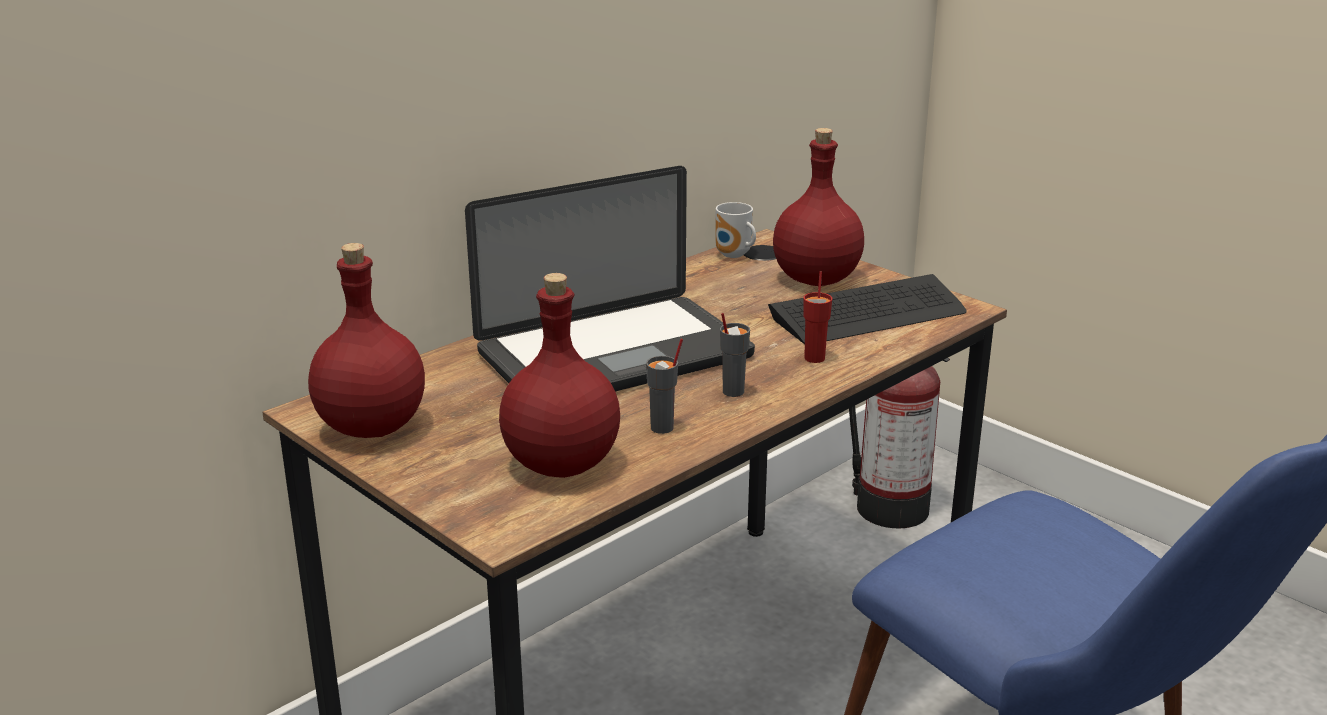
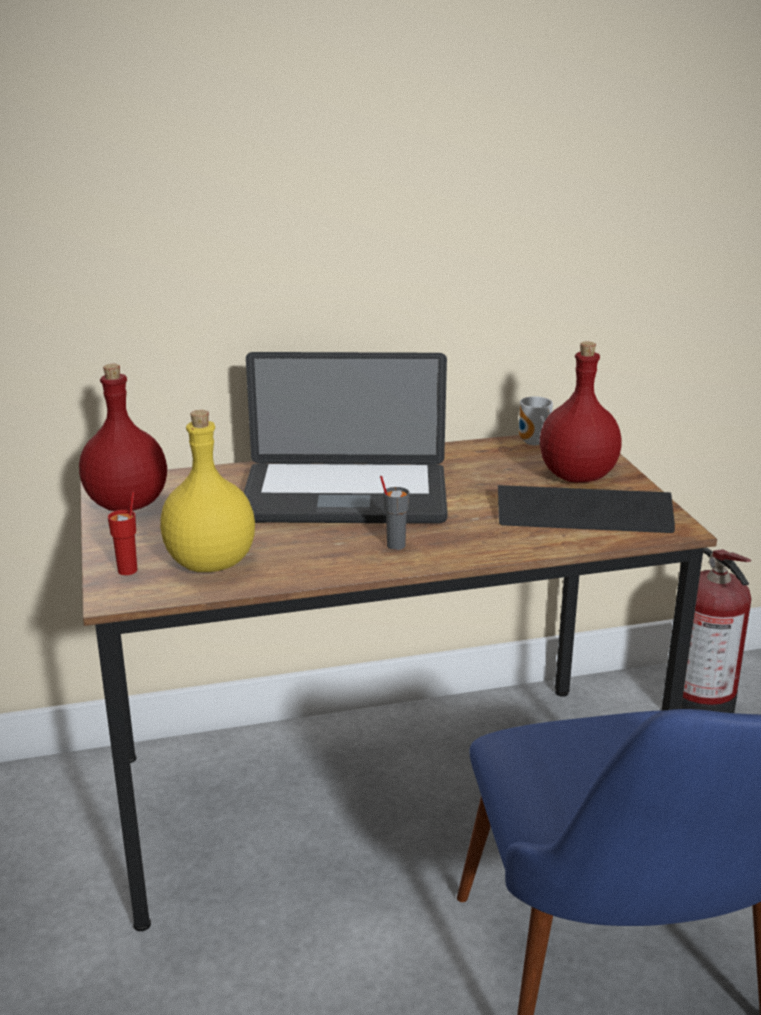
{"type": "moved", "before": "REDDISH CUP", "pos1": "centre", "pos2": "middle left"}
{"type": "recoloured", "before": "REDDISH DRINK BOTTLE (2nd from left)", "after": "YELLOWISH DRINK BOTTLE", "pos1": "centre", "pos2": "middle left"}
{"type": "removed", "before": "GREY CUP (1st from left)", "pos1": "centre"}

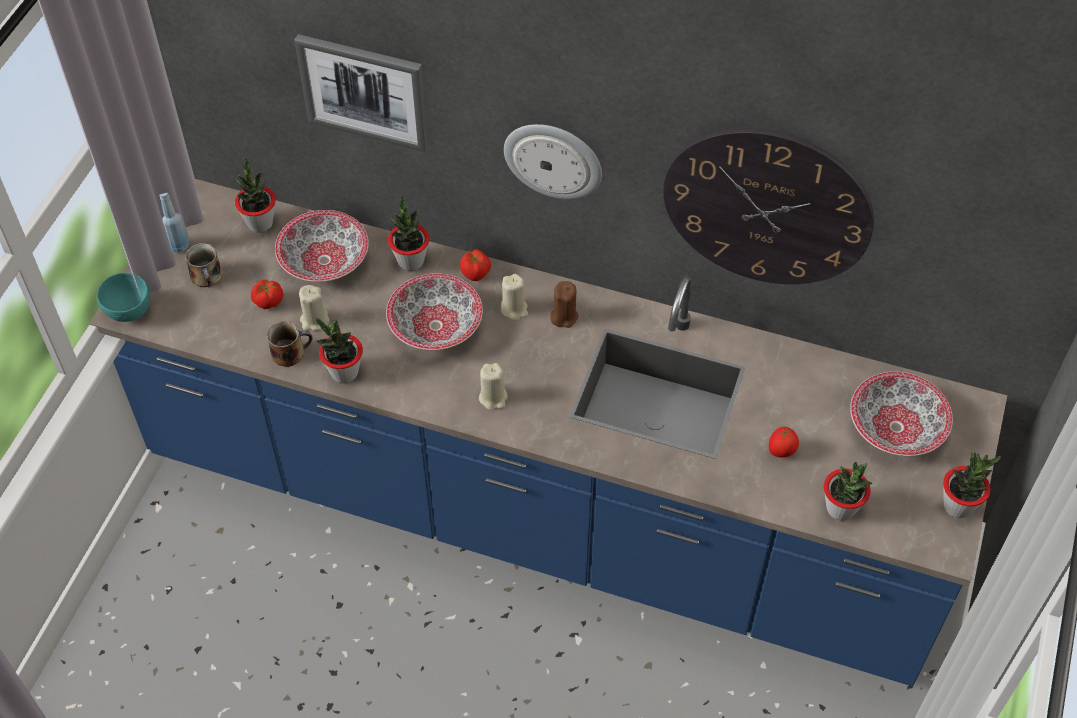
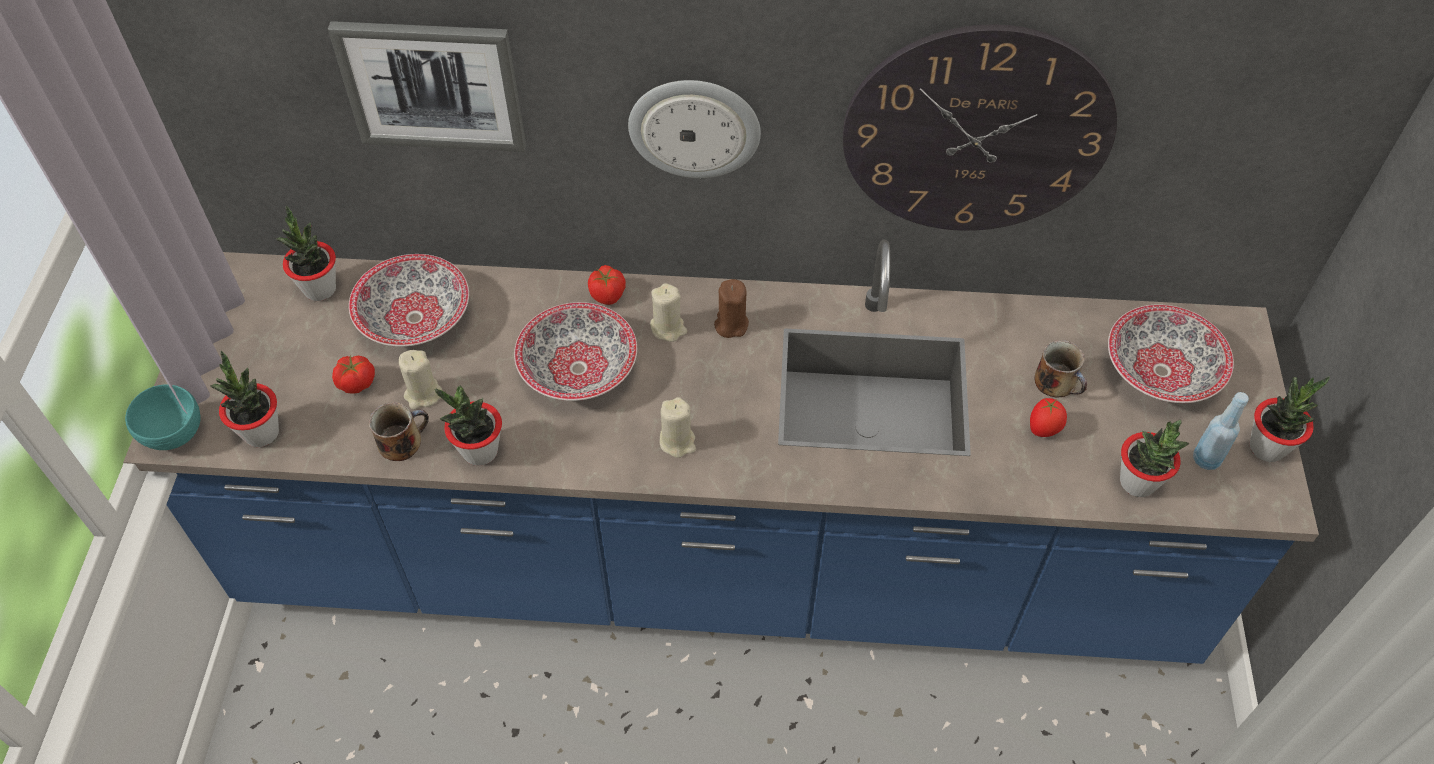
{"type": "moved", "before": "POTTED PLANT (3rd from left in the first image)", "after": "POTTED PLANT (1st from left)", "pos1": "top centre", "pos2": "middle left"}
{"type": "moved", "before": "TEA MUG (1st from left in the first image)", "after": "TEA MUG (2nd from left)", "pos1": "middle left", "pos2": "middle right"}
{"type": "moved", "before": "BLUISH DRINK BOTTLE", "pos1": "top left", "pos2": "middle right"}

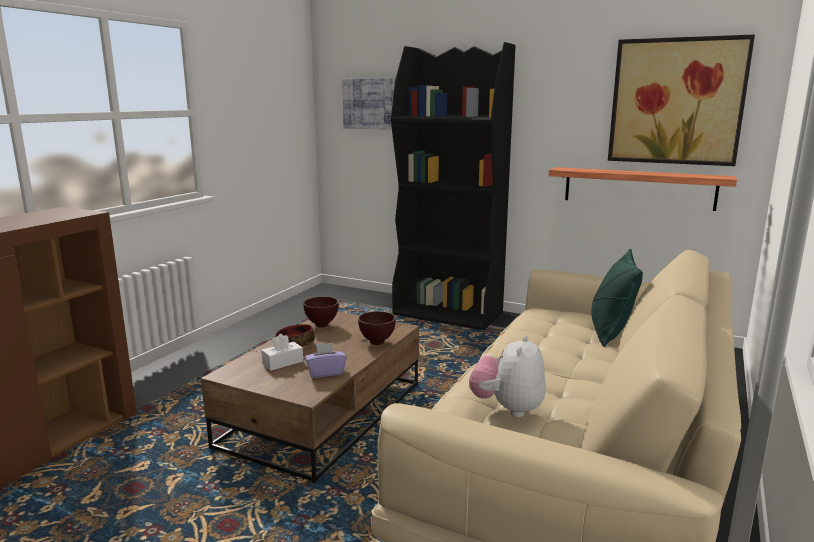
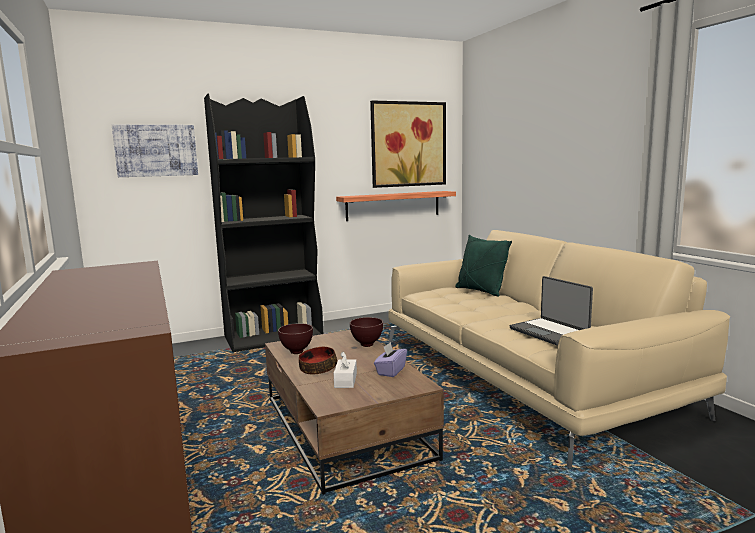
{"type": "replaced", "before": "PLUSH TOY", "after": "PORTABLE COMPUTER", "pos1": "bottom centre", "pos2": "middle right"}

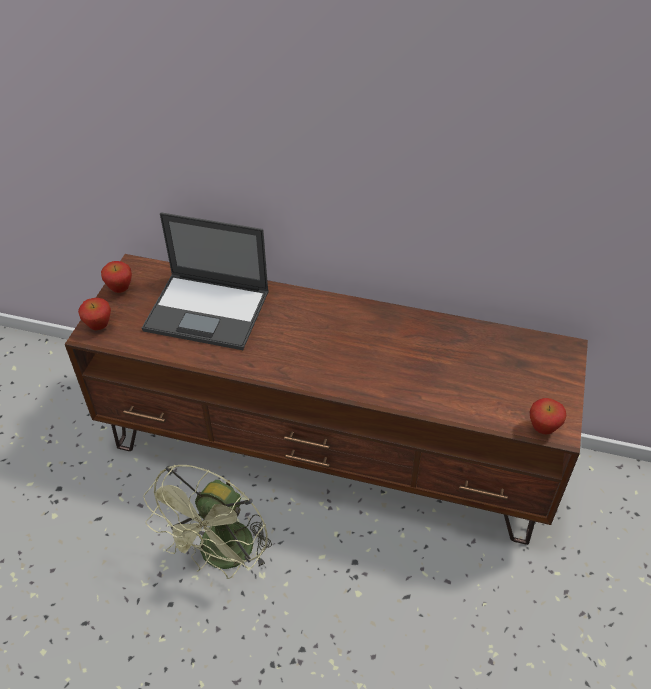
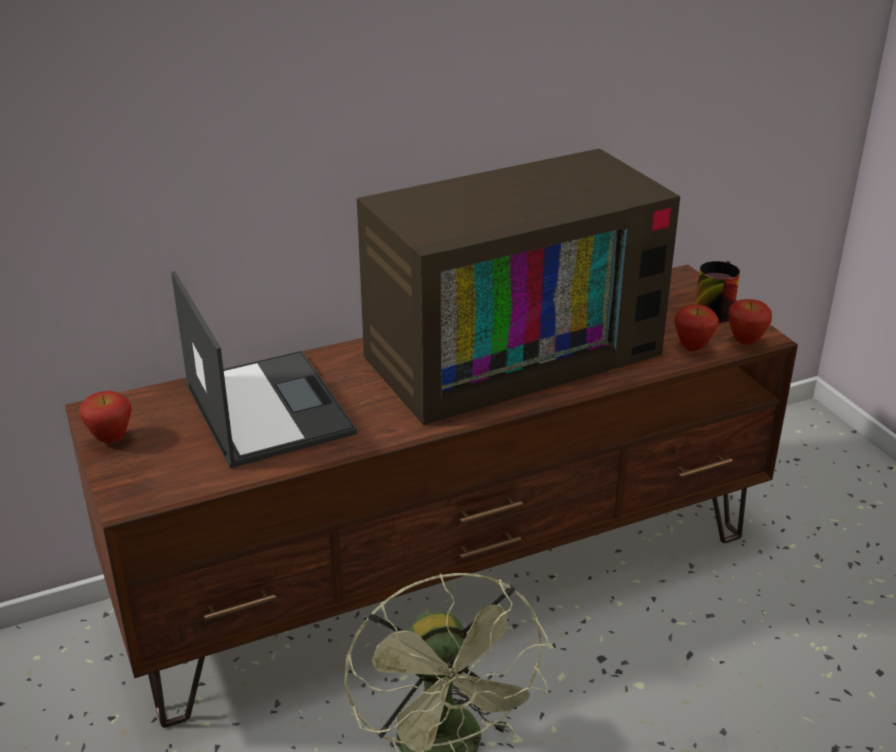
{"type": "turned", "before": "PORTABLE COMPUTER", "pos1": "middle left", "pos2": "middle left", "turn": -90}
{"type": "added", "after": "TV SET", "pos2": "centre"}
{"type": "moved", "before": "WHOLE APPLE (1st from left in the first image)", "after": "WHOLE APPLE (2nd from left)", "pos1": "middle left", "pos2": "middle right"}
{"type": "added", "after": "TEA MUG", "pos2": "middle right"}

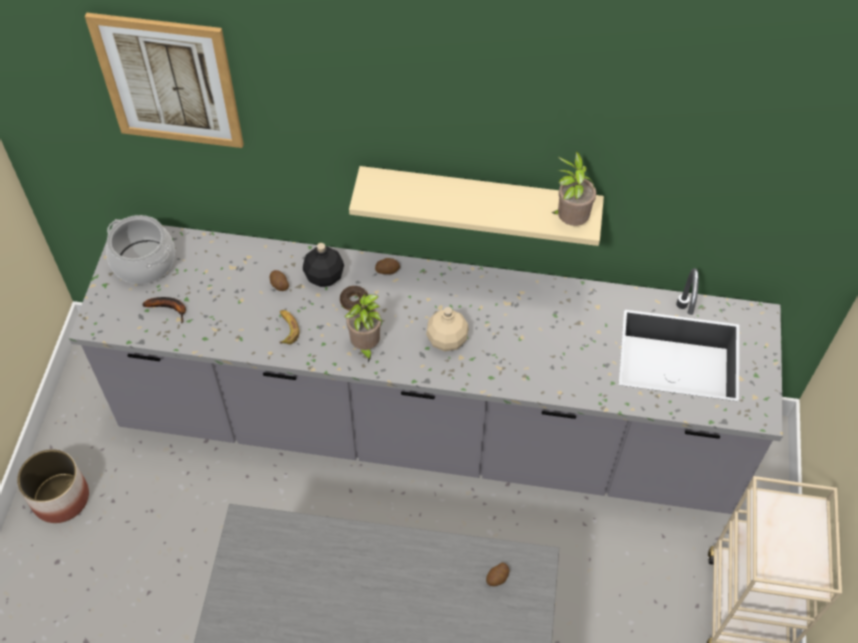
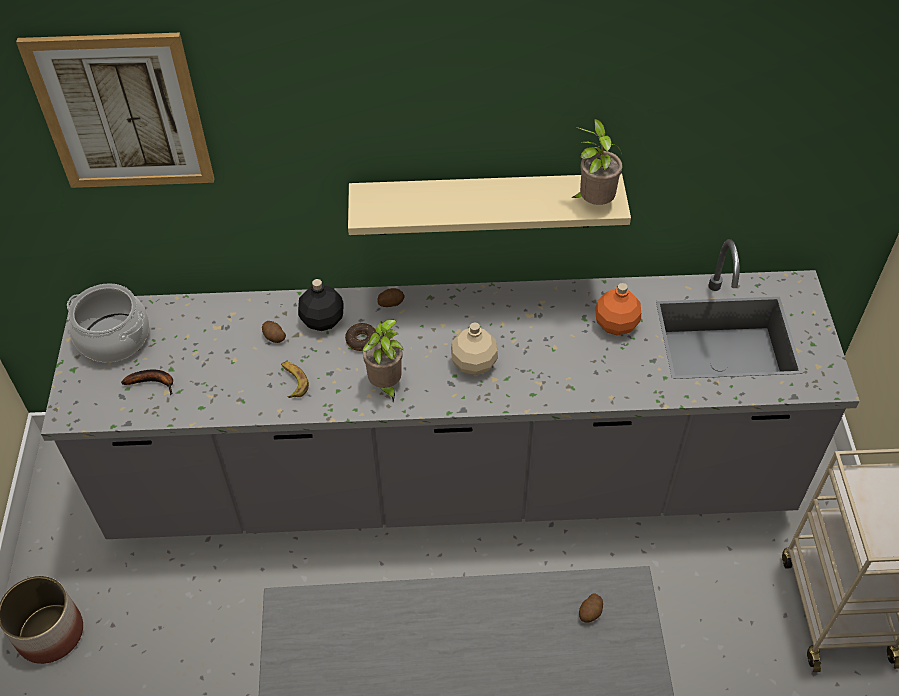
{"type": "added", "after": "ORANGE-COLOURED DRINK BOTTLE", "pos2": "middle right"}

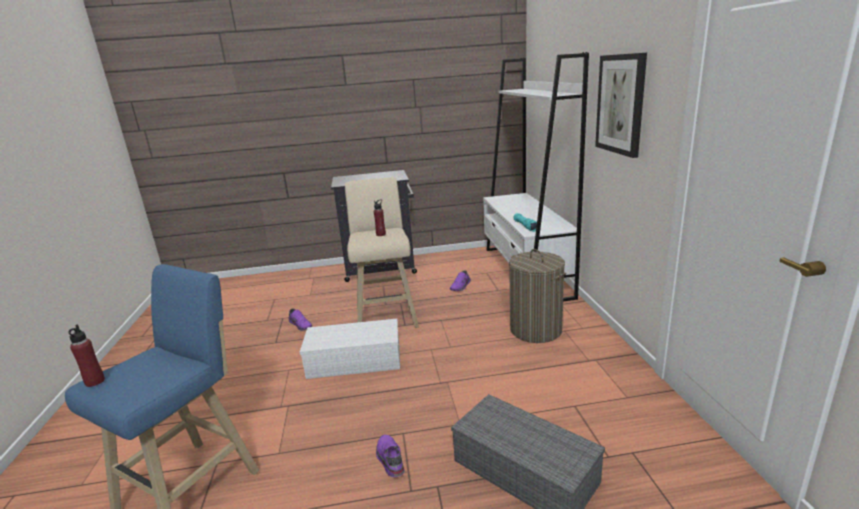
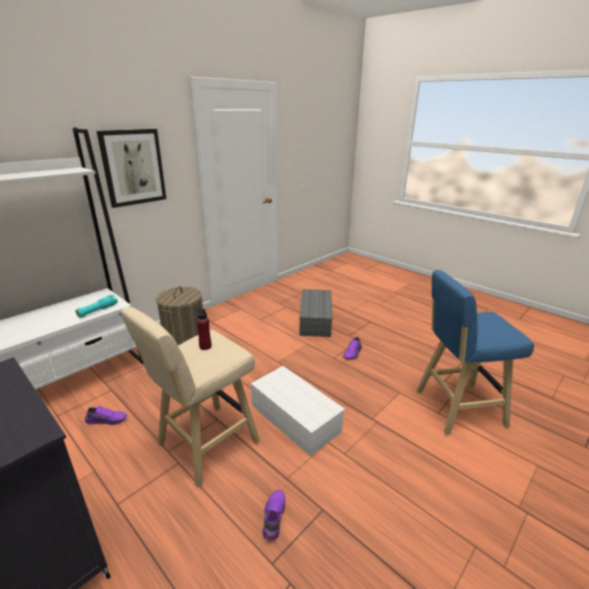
{"type": "removed", "before": "REDDISH DRINK BOTTLE (1st from left)", "pos1": "bottom left"}

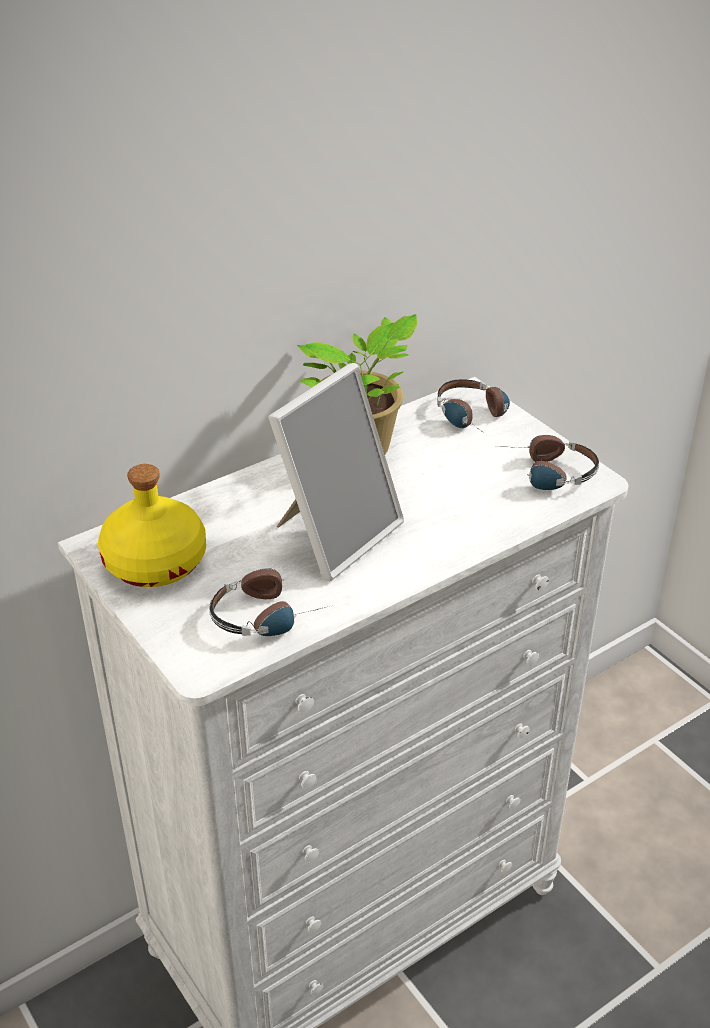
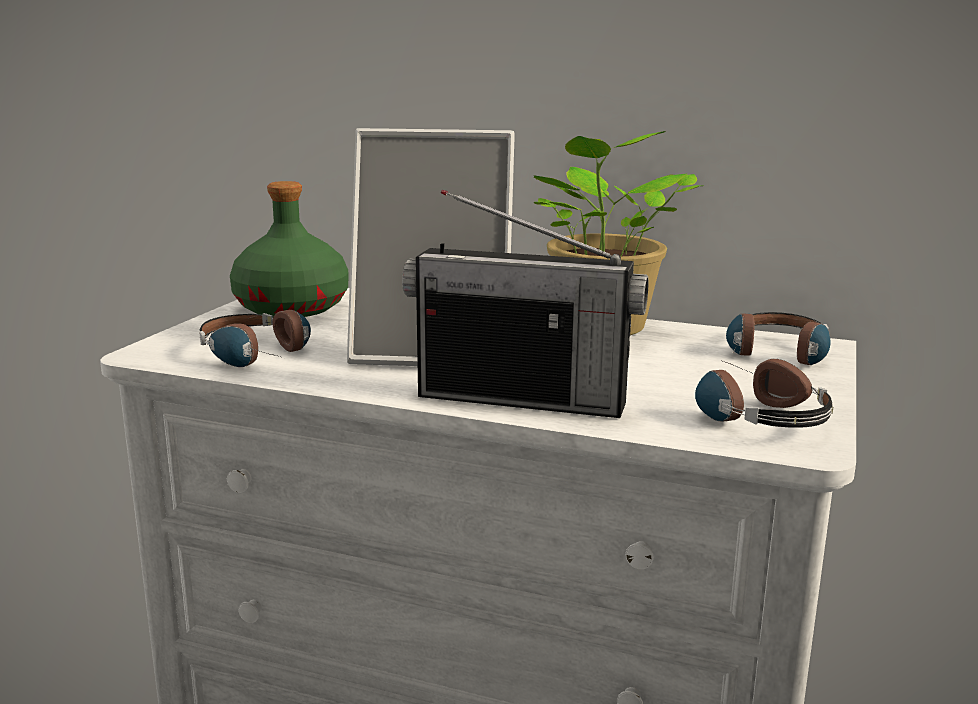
{"type": "recoloured", "before": "YELLOWISH DRINK BOTTLE", "after": "GREEN DRINK BOTTLE", "pos1": "middle left", "pos2": "middle left"}
{"type": "added", "after": "RADIO RECEIVER", "pos2": "centre"}

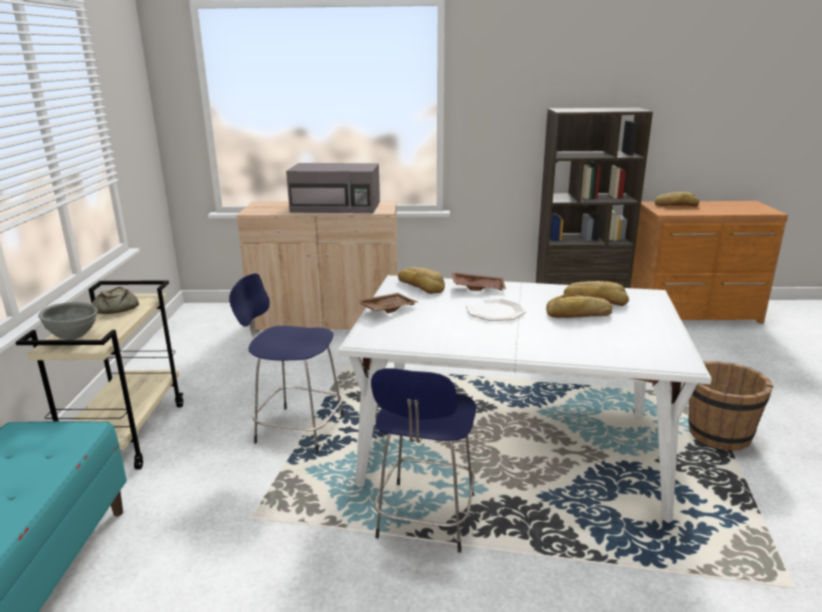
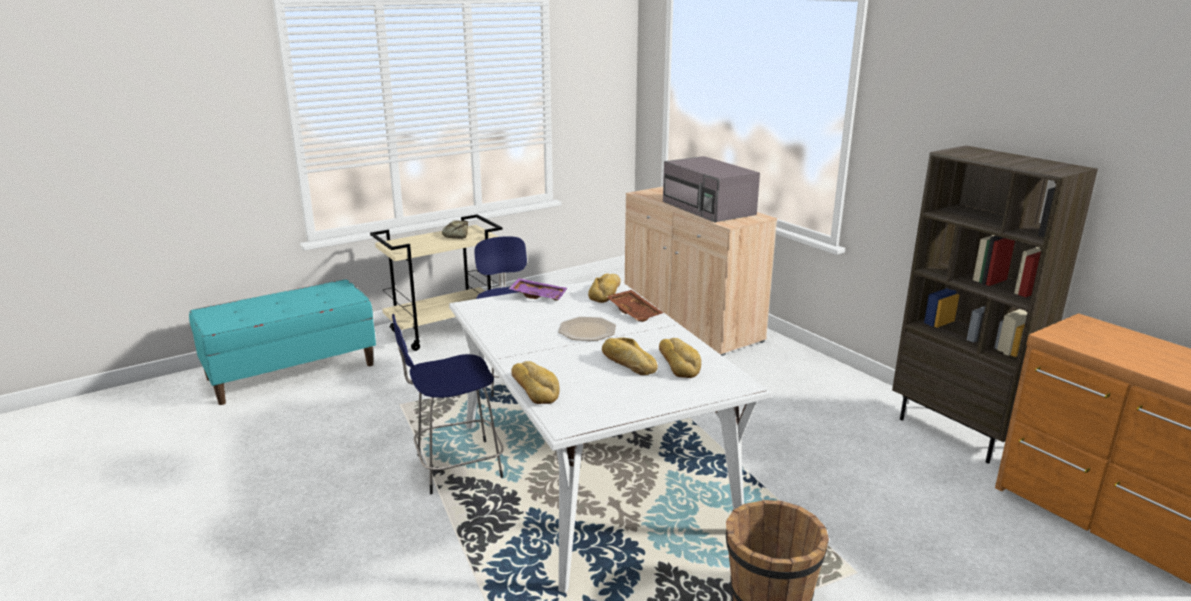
{"type": "recoloured", "before": "BROWNISH TRAY (1st from left)", "after": "PURPLE TRAY", "pos1": "centre", "pos2": "centre"}
{"type": "moved", "before": "BREAD (5th from left in the first image)", "after": "BREAD (2nd from left)", "pos1": "top right", "pos2": "centre"}
{"type": "removed", "before": "GREY BOWL", "pos1": "middle left"}

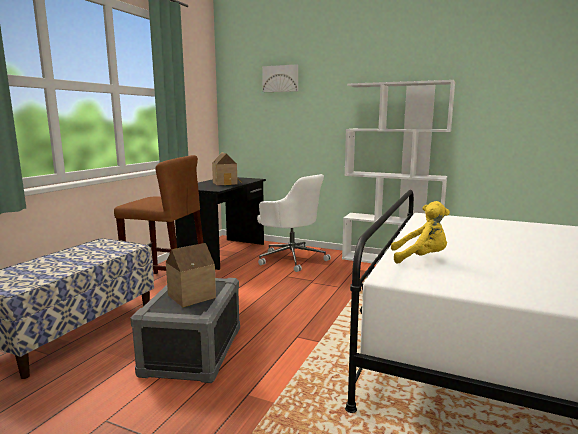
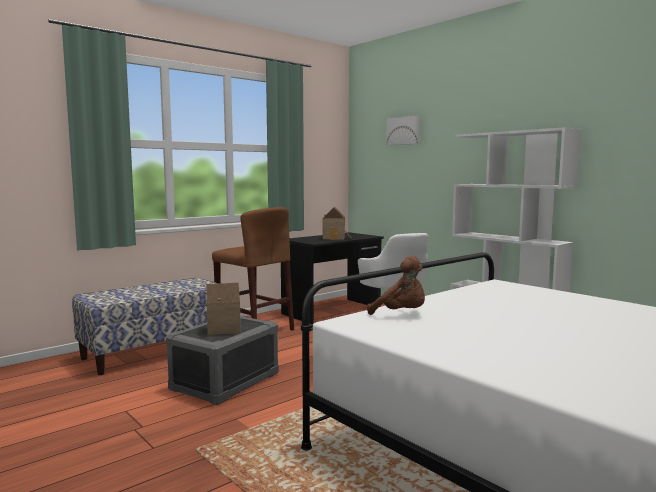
{"type": "recoloured", "before": "YELLOWISH PLUSH TOY", "after": "BROWNISH PLUSH TOY", "pos1": "middle right", "pos2": "centre"}

